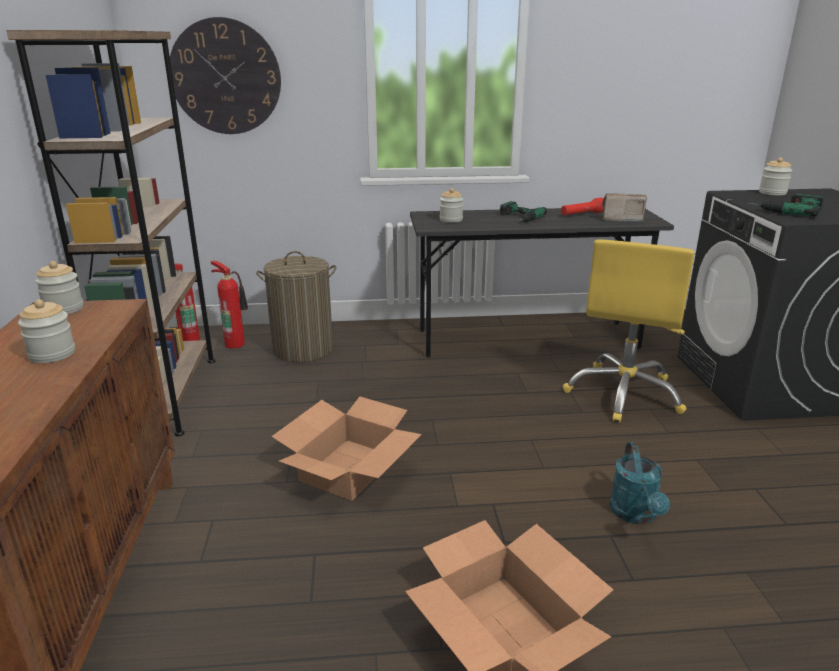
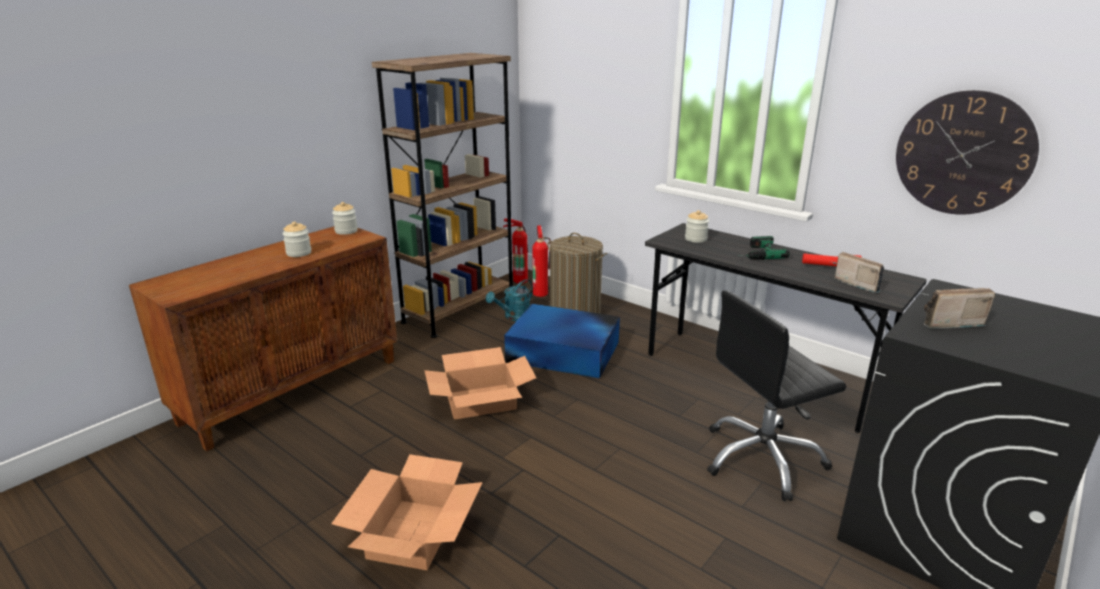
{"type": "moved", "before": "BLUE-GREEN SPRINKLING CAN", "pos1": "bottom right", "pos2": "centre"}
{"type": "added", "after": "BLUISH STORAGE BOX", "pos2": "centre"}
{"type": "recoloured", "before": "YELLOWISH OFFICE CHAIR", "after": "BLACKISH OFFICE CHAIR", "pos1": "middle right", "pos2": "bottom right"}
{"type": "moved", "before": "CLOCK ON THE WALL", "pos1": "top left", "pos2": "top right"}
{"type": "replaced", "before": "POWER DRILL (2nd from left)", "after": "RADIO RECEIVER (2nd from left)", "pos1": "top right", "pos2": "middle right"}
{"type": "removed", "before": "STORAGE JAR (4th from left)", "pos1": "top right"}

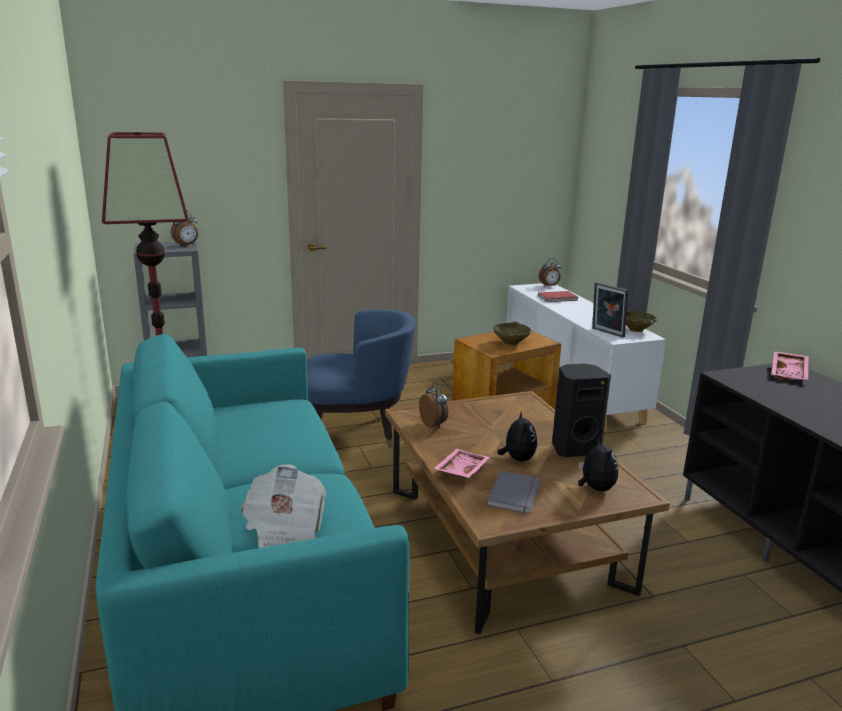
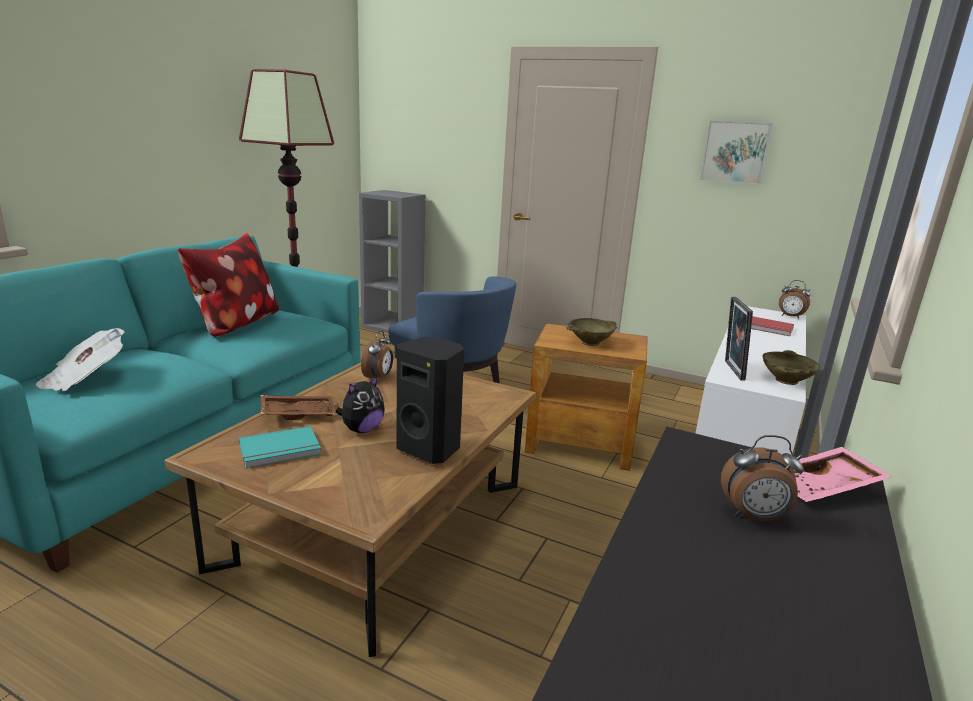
{"type": "added", "after": "CUSHION", "pos2": "middle left"}
{"type": "recoloured", "before": "GREY VOLUME", "after": "BLUE-GREEN VOLUME", "pos1": "bottom centre", "pos2": "middle left"}
{"type": "recoloured", "before": "PINK-COLOURED TRAY (1st from left)", "after": "BROWNISH TRAY", "pos1": "centre", "pos2": "middle left"}
{"type": "added", "after": "WALL ART", "pos2": "top right"}
{"type": "moved", "before": "BEDSIDE CLOCK (1st from left in the first image)", "after": "BEDSIDE CLOCK (2nd from left)", "pos1": "top left", "pos2": "bottom right"}
{"type": "removed", "before": "PLUSH TOY (2nd from left)", "pos1": "middle right"}

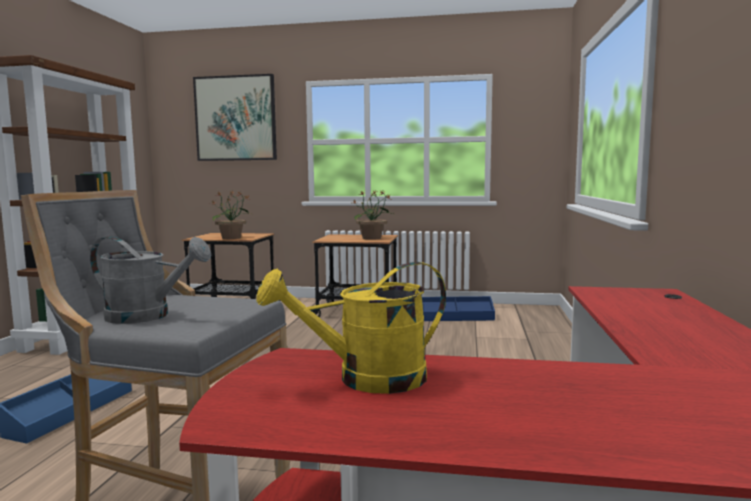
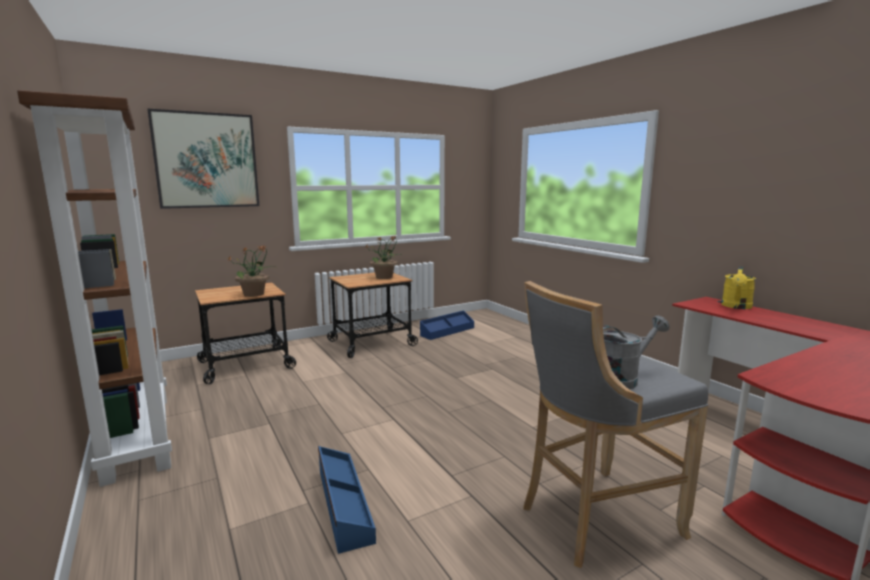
{"type": "moved", "before": "YELLOWISH SPRINKLING CAN", "pos1": "centre", "pos2": "middle right"}

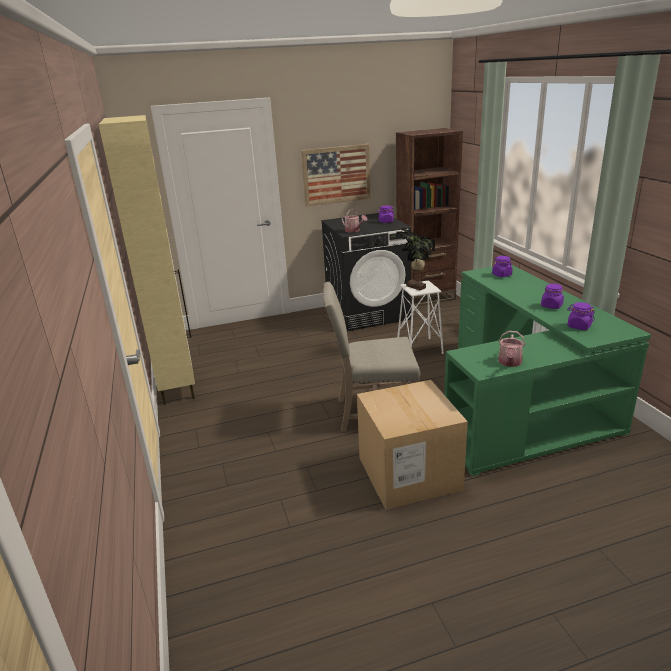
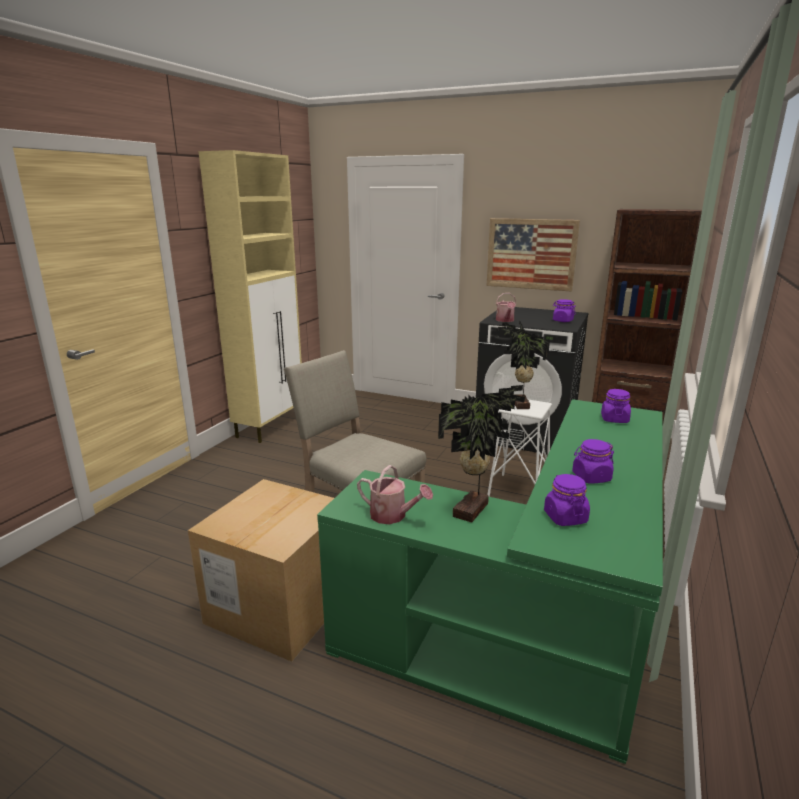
{"type": "turned", "before": "SPRINKLING CAN (2nd from left in the first image)", "pos1": "middle right", "pos2": "centre", "turn": -120}
{"type": "added", "after": "POTTED PLANT (1st from left)", "pos2": "centre"}

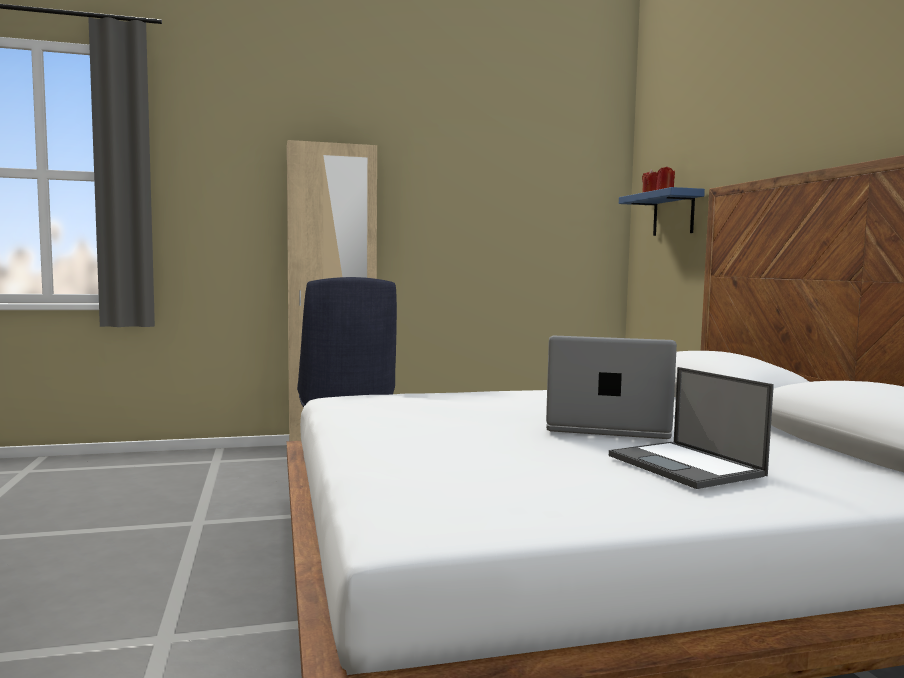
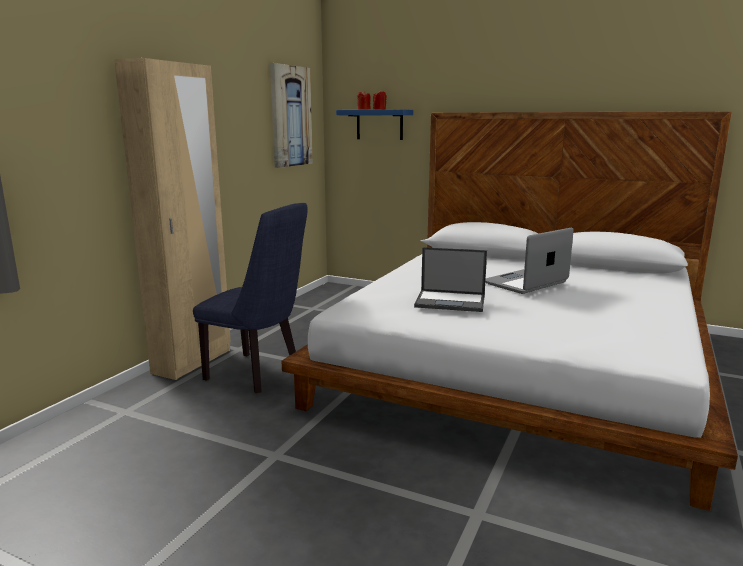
{"type": "added", "after": "WALL ART", "pos2": "top centre"}
{"type": "moved", "before": "PORTABLE COMPUTER (2nd from left in the first image)", "after": "PORTABLE COMPUTER (1st from left)", "pos1": "middle right", "pos2": "centre"}

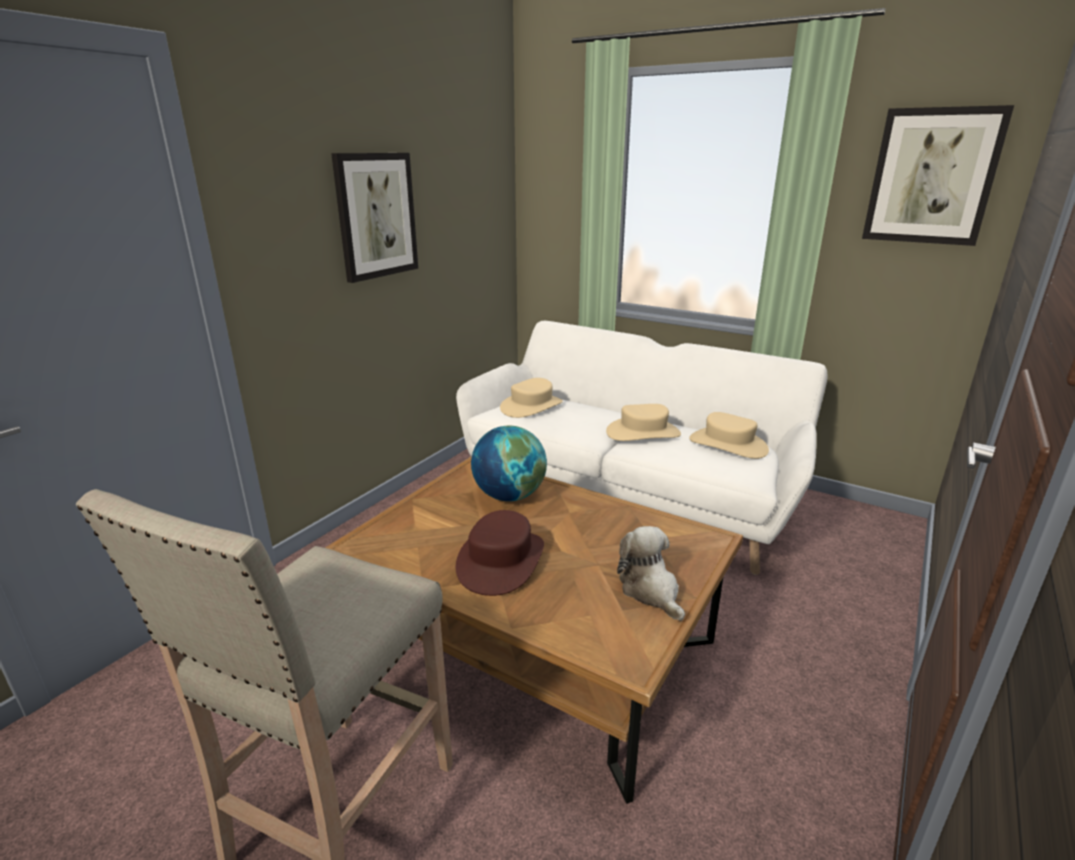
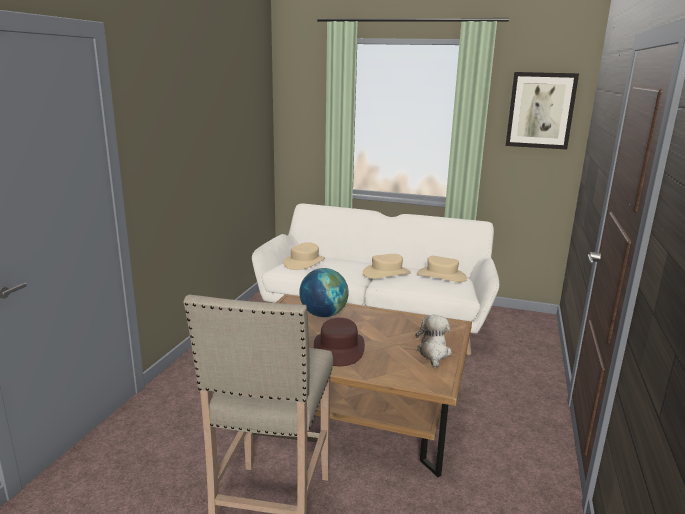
{"type": "turned", "before": "PLUSH TOY", "pos1": "centre", "pos2": "centre", "turn": 45}
{"type": "removed", "before": "WALL ART (1st from left)", "pos1": "top centre"}

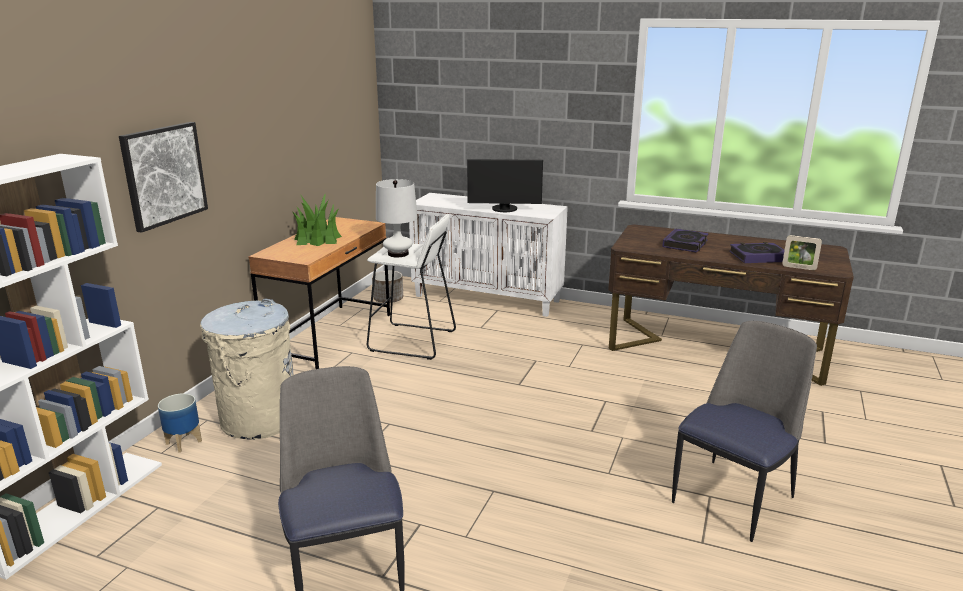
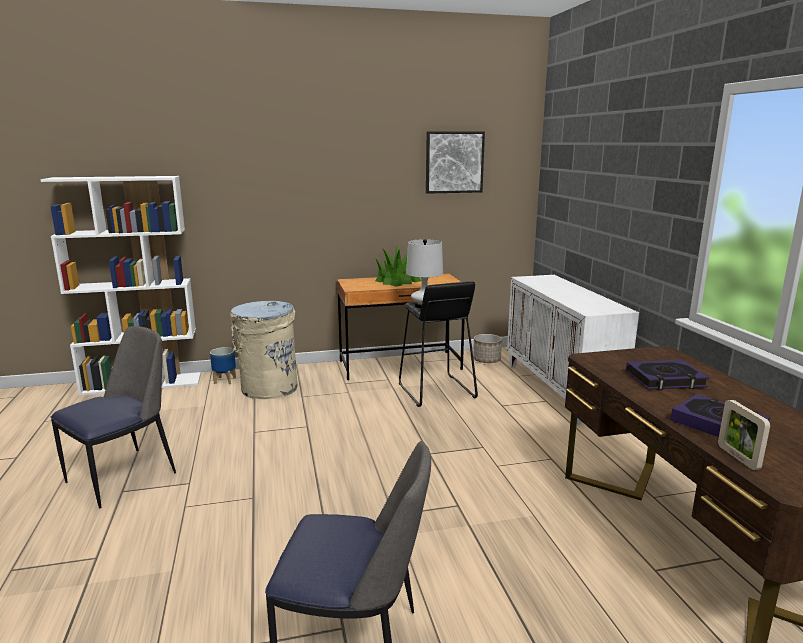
{"type": "recoloured", "before": "WHITE-COLOURED SITTING STOOL", "after": "BLACKISH SITTING STOOL", "pos1": "centre", "pos2": "centre"}
{"type": "moved", "before": "WALL ART", "pos1": "top left", "pos2": "top centre"}
{"type": "removed", "before": "COMPUTER DISPLAY", "pos1": "top centre"}

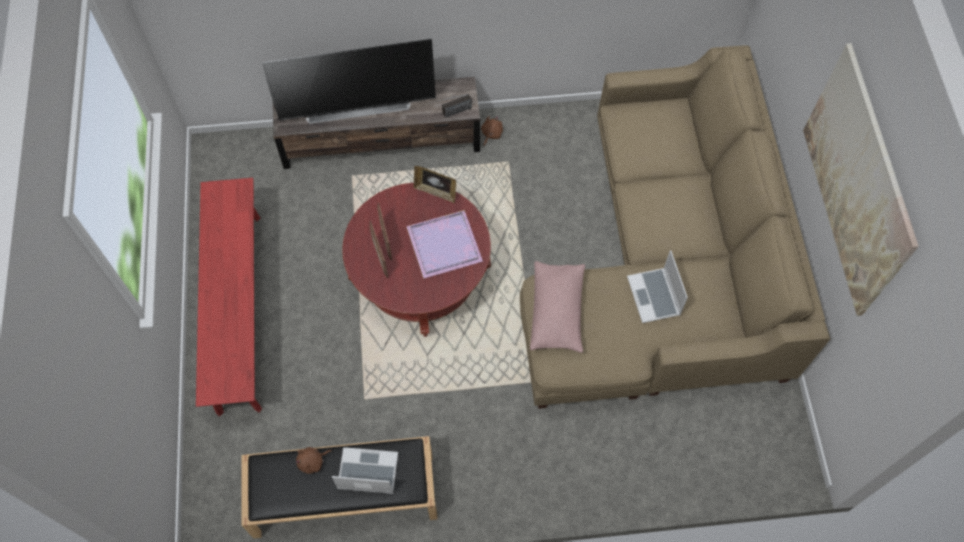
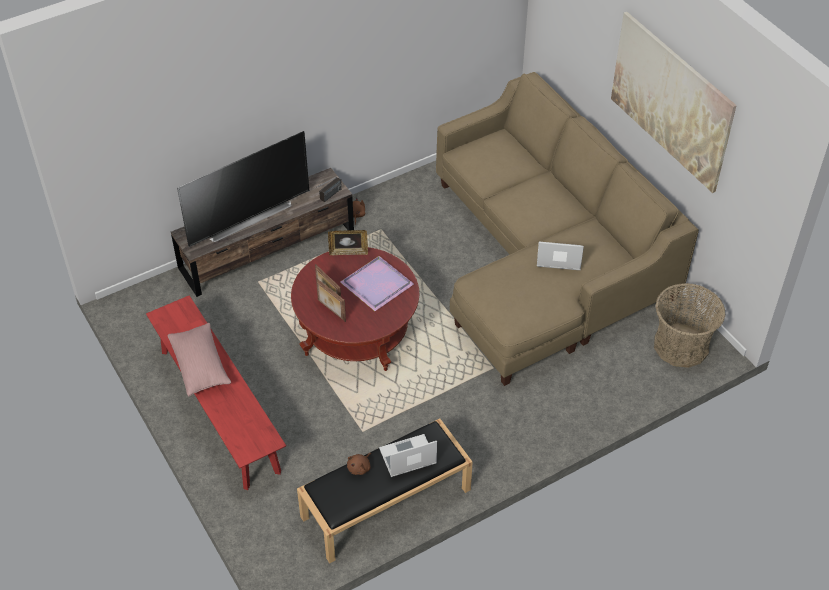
{"type": "moved", "before": "PINK-COLOURED CUSHION", "pos1": "centre", "pos2": "middle left"}
{"type": "turned", "before": "PORTABLE COMPUTER (2nd from left)", "pos1": "middle right", "pos2": "middle right", "turn": 135}
{"type": "added", "after": "BASKET", "pos2": "middle right"}

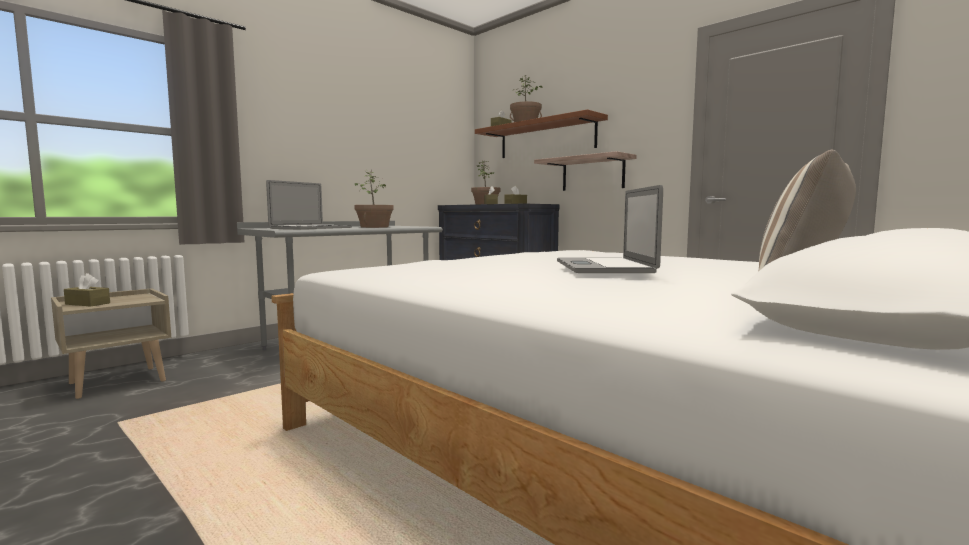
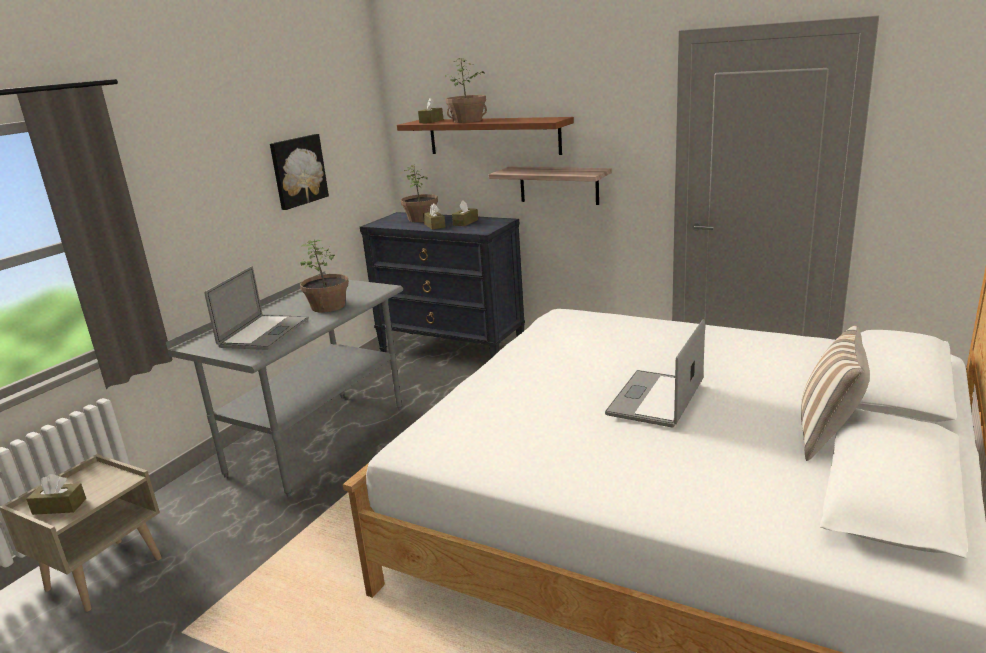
{"type": "added", "after": "WALL ART", "pos2": "top left"}
{"type": "turned", "before": "PORTABLE COMPUTER (2nd from left)", "pos1": "centre", "pos2": "centre", "turn": 45}

